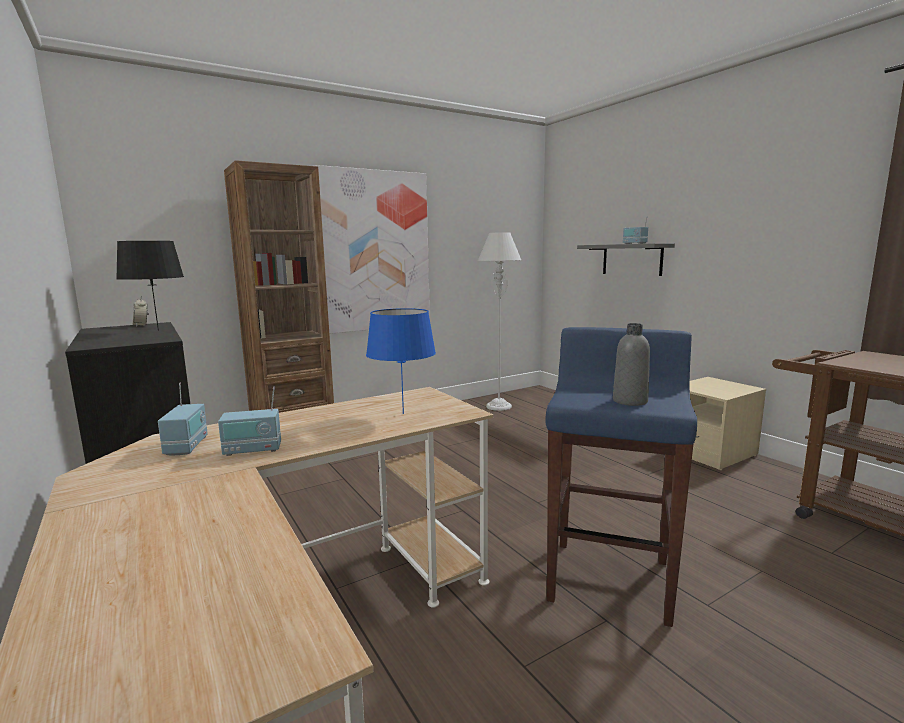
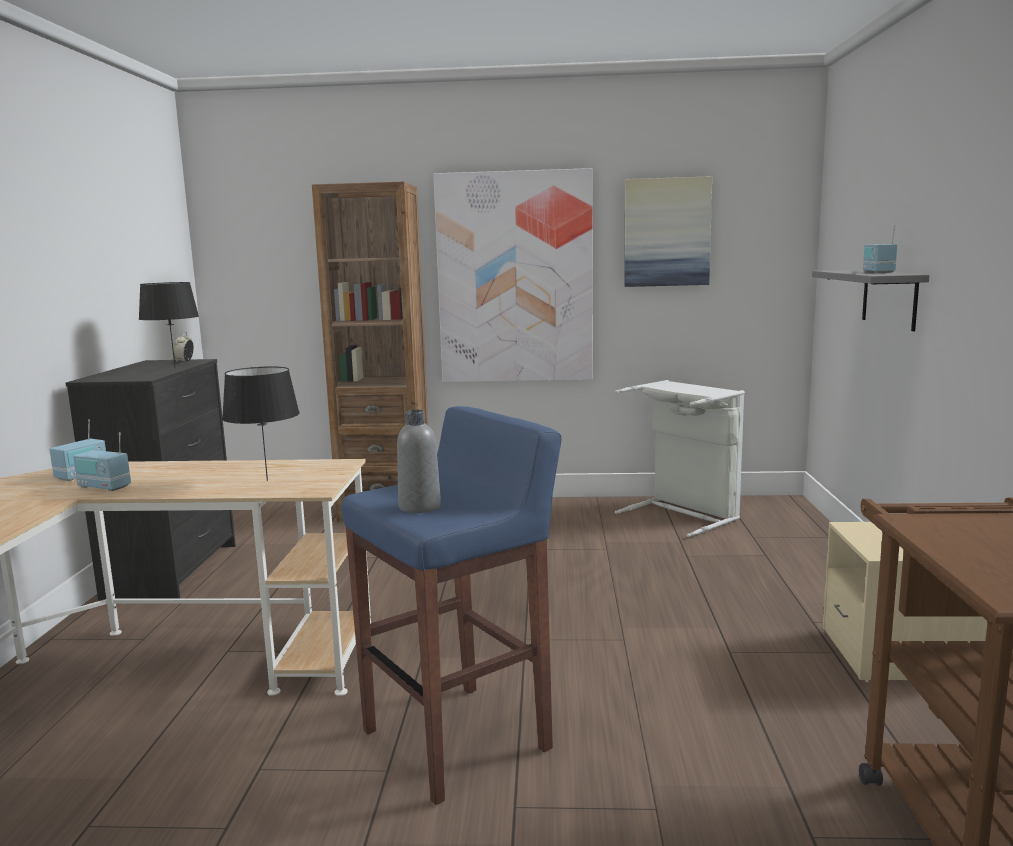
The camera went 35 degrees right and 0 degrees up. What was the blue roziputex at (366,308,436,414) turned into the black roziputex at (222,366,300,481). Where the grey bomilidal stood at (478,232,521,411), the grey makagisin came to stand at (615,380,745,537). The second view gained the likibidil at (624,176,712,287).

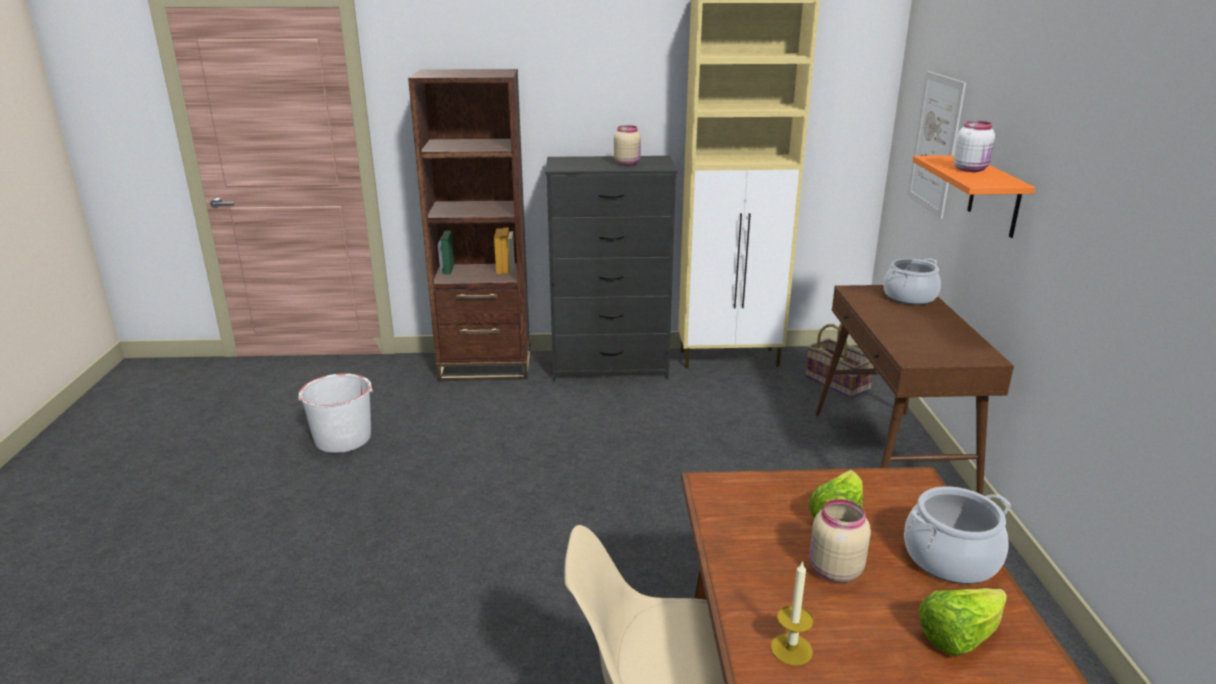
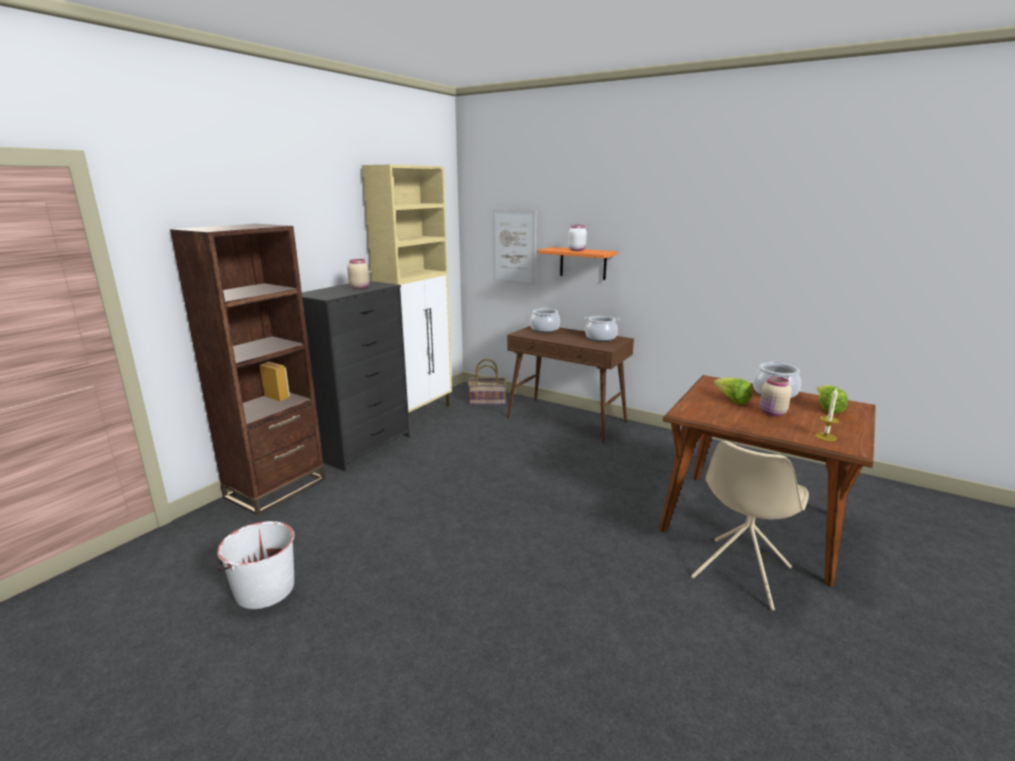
The camera went 55 degrees left and 5 degrees down. The second view gained the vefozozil at (584,316,620,341).

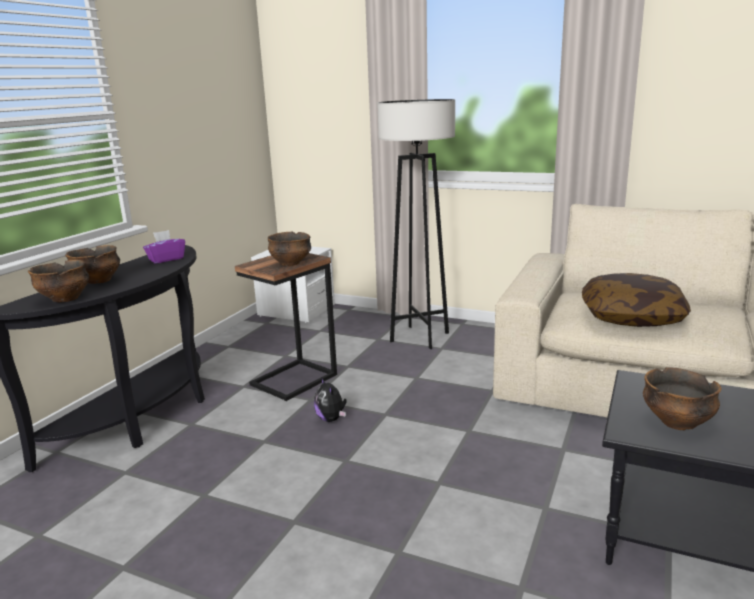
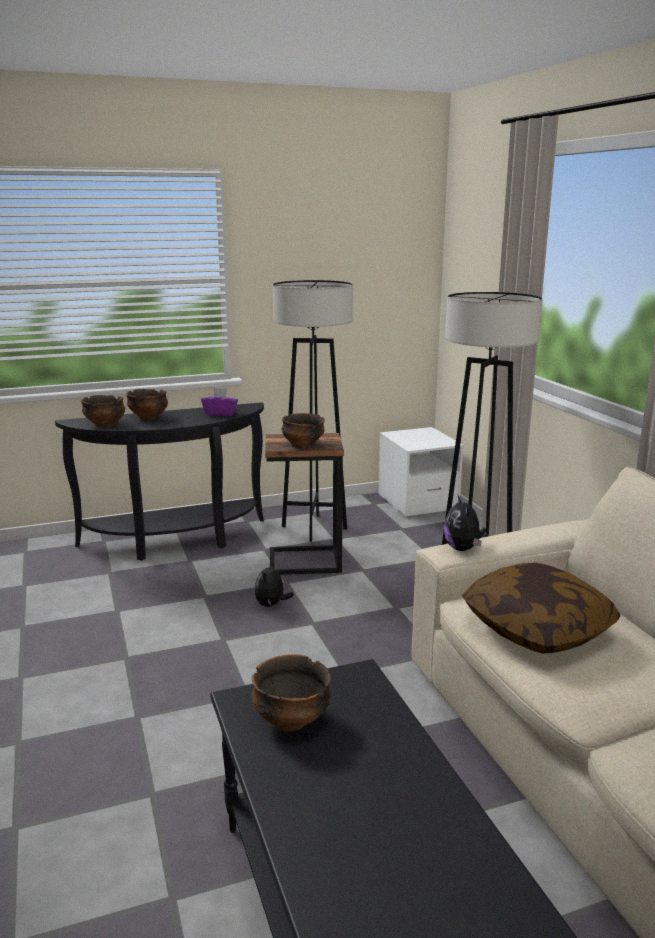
The camera went 45 degrees right and 0 degrees up. The second view gained the black bomilidal at (273,280,353,542). The second view gained the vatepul at (444,495,486,551).

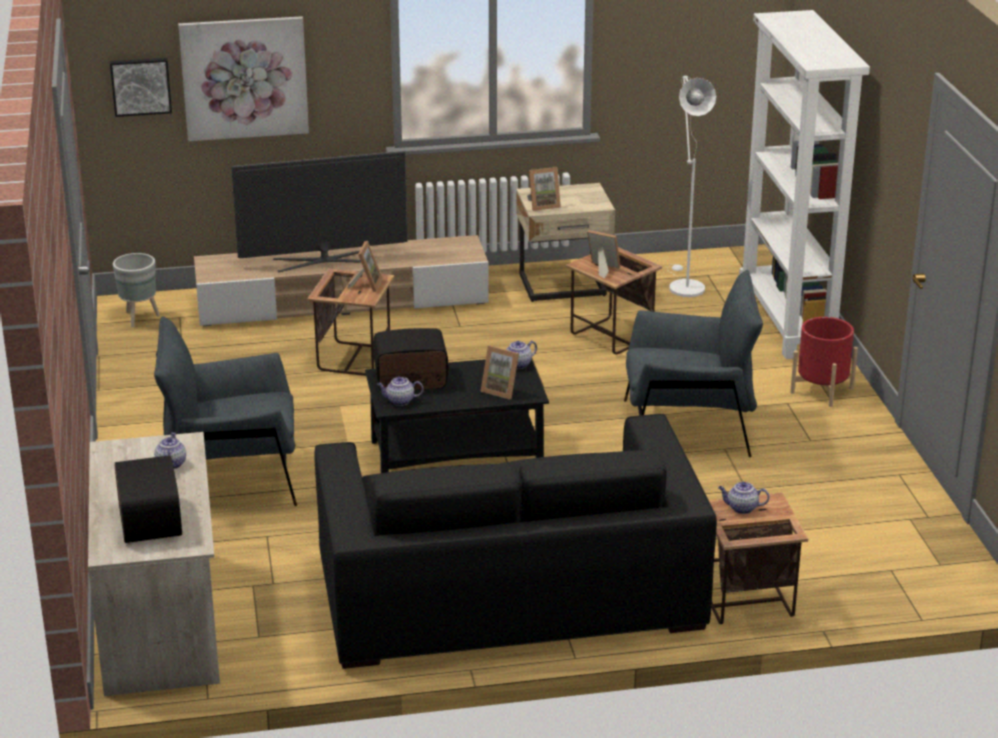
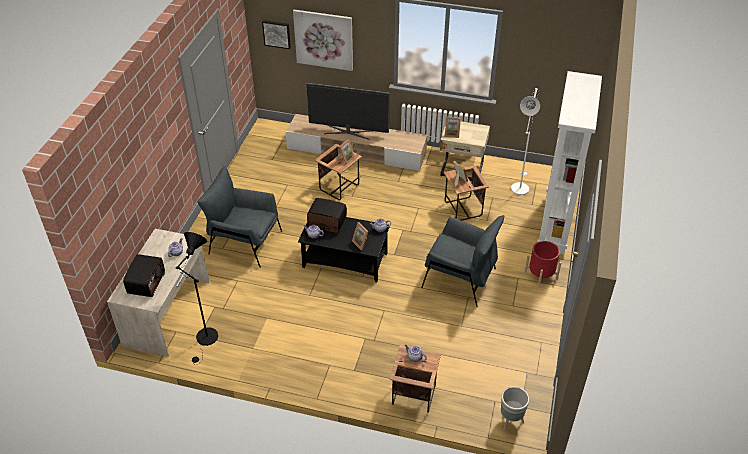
The camera went 25 degrees right and 15 degrees up. The second view gained the black bomilidal at (176,232,218,365). The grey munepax ended up elsewhere, having gone from (113,253,160,328) to (501,386,529,430). The second view lost the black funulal at (314,414,717,669).

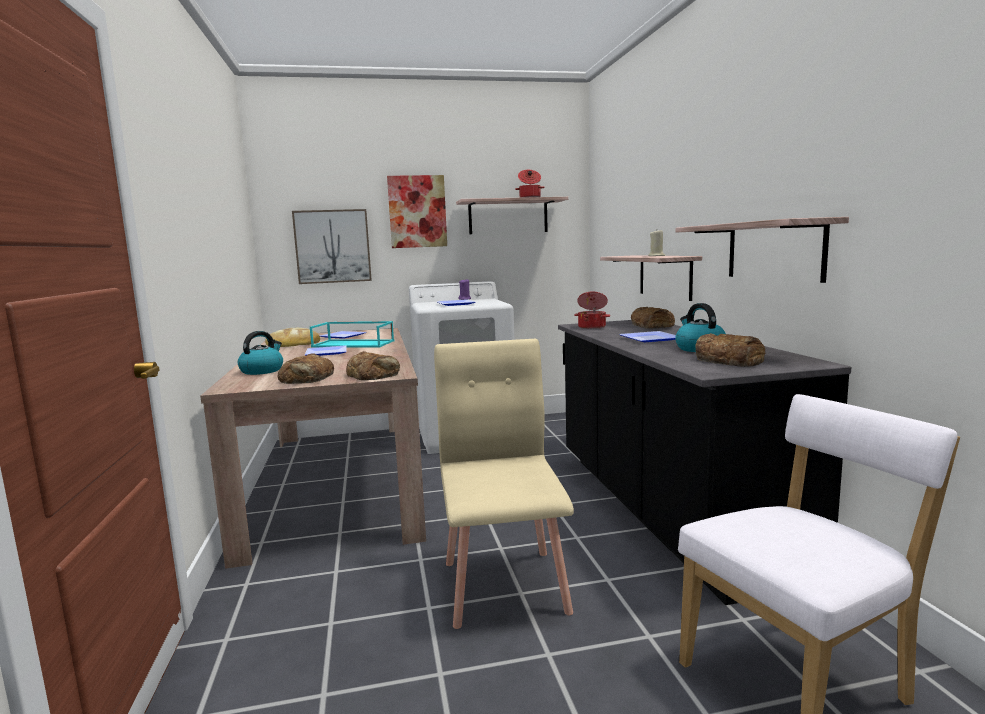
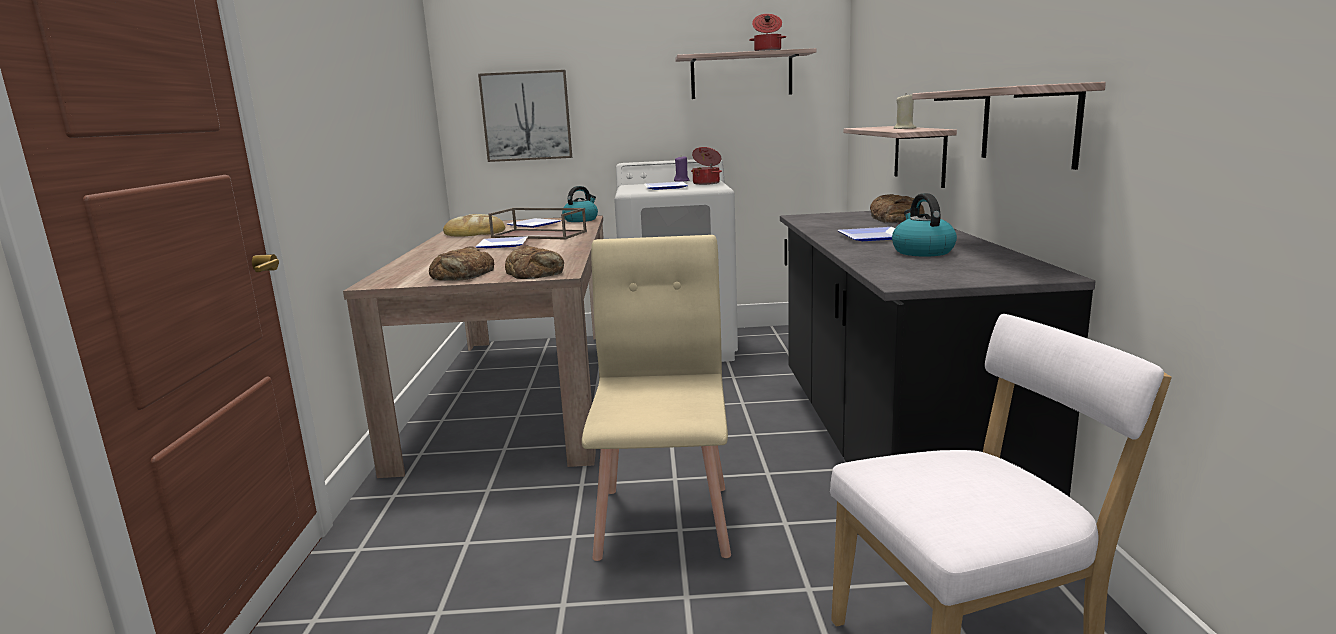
The camera went 10 degrees right and 5 degrees up. What was the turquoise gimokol at (310,321,394,347) turned into the brown gimokol at (489,208,587,239). The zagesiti ended up elsewhere, having gone from (238,331,283,375) to (562,186,598,222). The vefozozil ended up elsewhere, having gone from (574,292,610,329) to (691,147,722,185). The second view lost the likibidil at (387,175,447,248). The second view lost the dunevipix at (695,333,766,367).

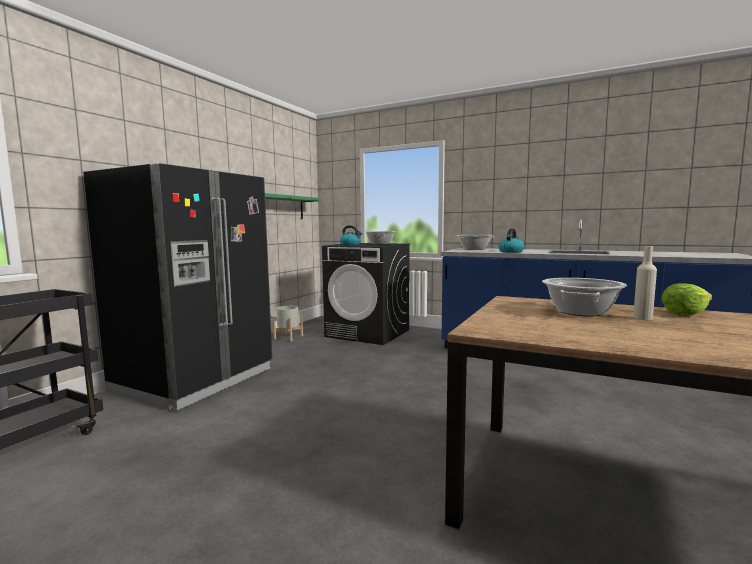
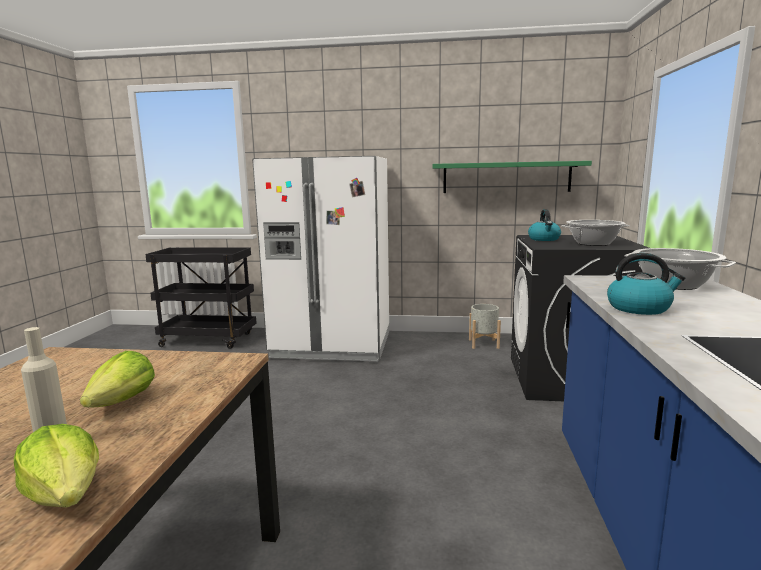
The camera went 70 degrees right and 5 degrees up. Where the vefozozil stood at (542,278,627,316), the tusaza came to stand at (80,351,155,408). What was the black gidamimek at (83,163,272,410) turned into the white gidamimek at (252,156,389,361).

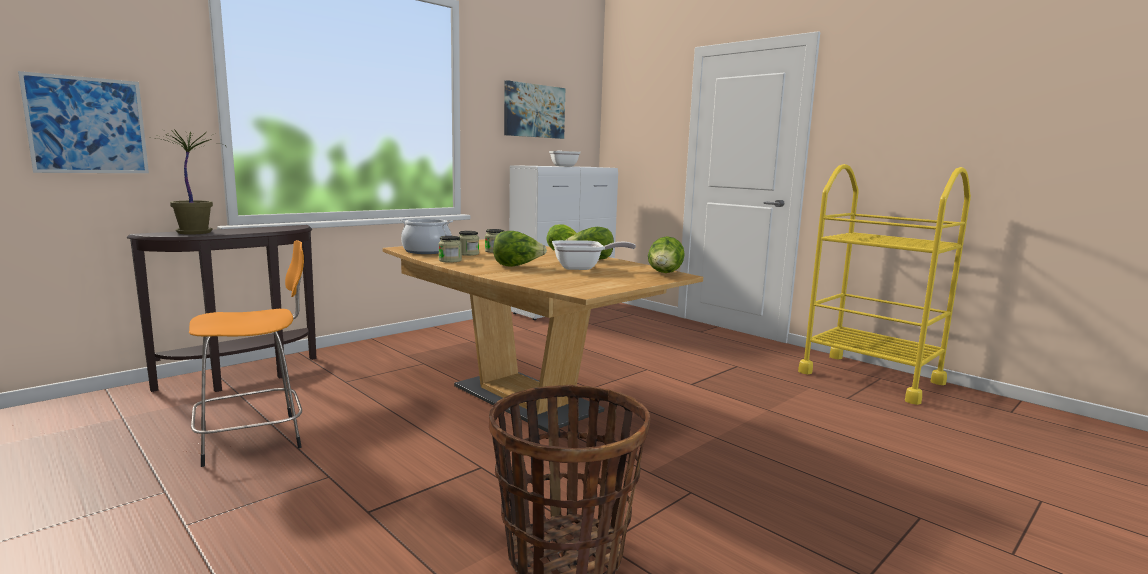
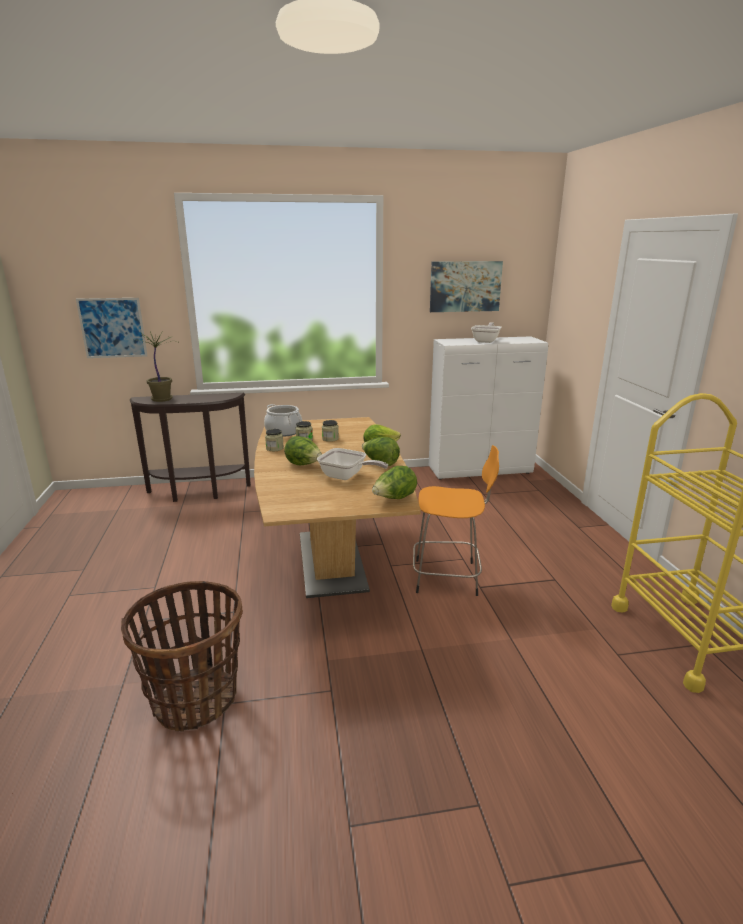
The camera went 35 degrees right and 10 degrees up. The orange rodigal ended up elsewhere, having gone from (189,240,304,467) to (413,445,499,596).

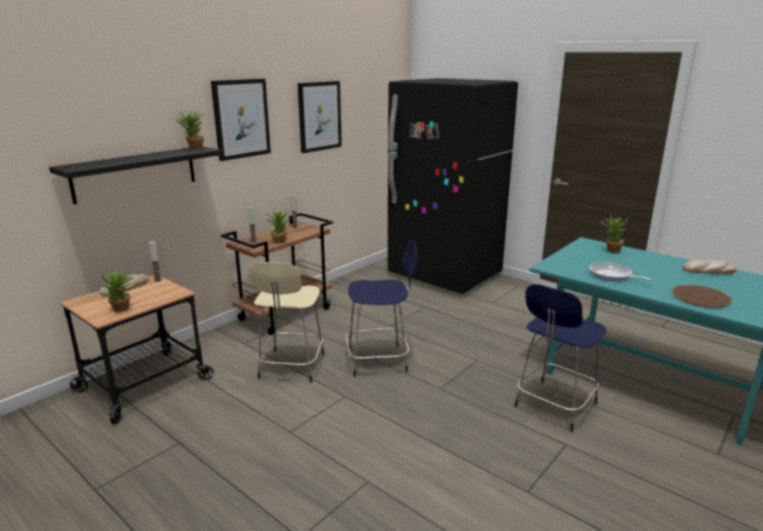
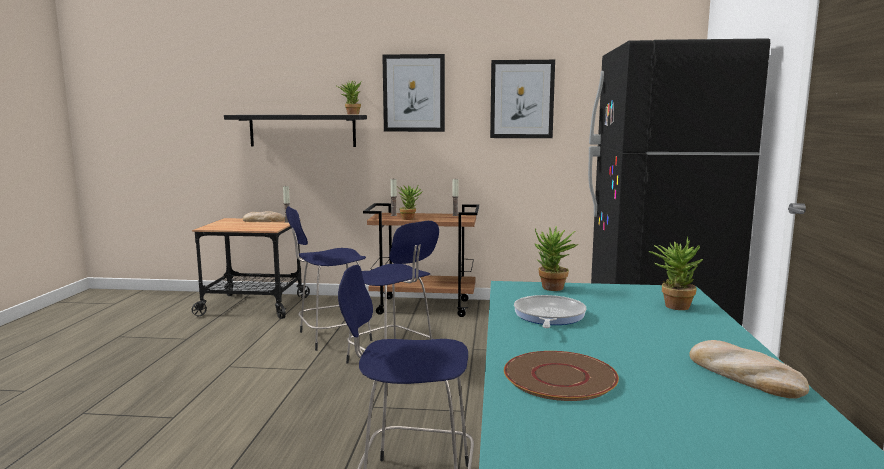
The camera went 55 degrees right and 10 degrees down. What was the beige rodigal at (248,262,325,383) turned into the blue rodigal at (286,206,372,351). The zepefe ended up elsewhere, having gone from (100,267,134,312) to (534,226,579,291).

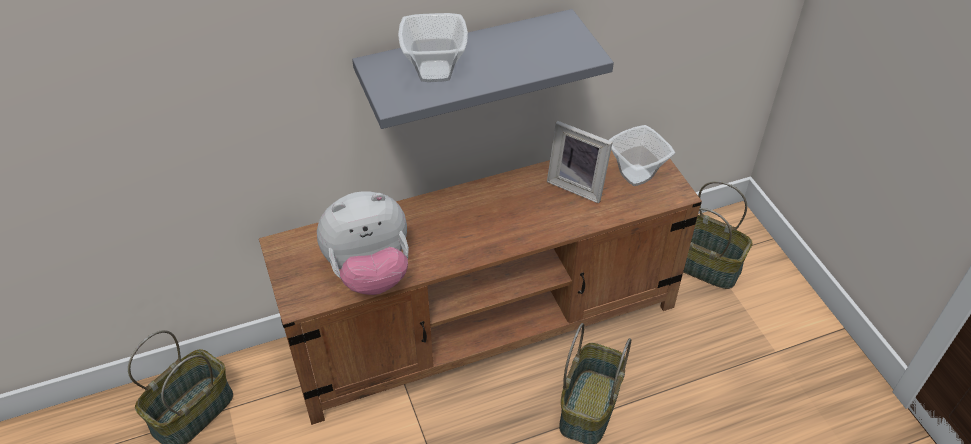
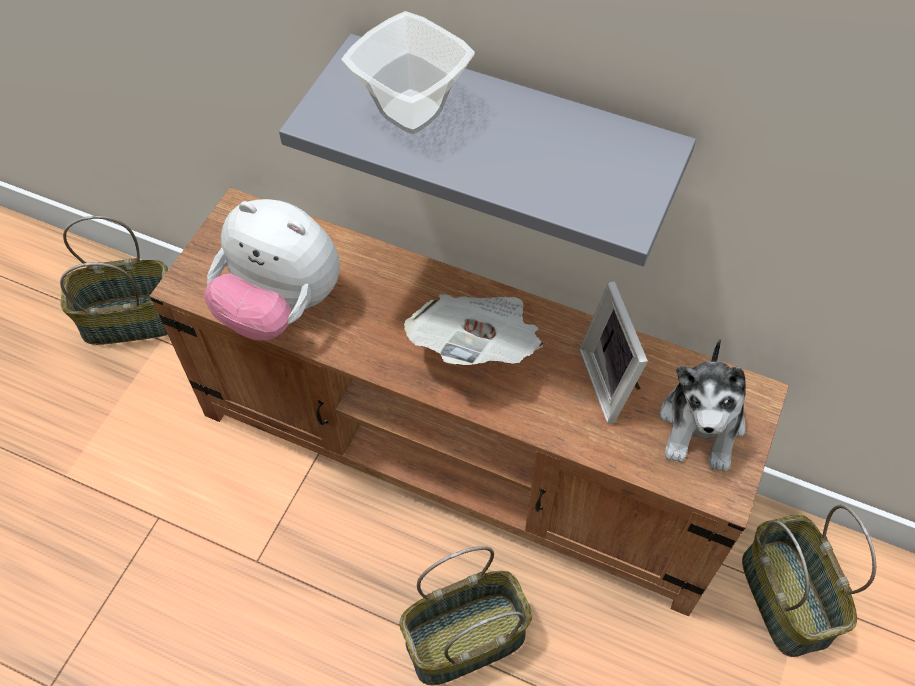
The camera went 45 degrees right and 10 degrees up. The second view gained the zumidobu at (404,294,543,365). Where the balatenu stood at (609,125,675,186), the vatepul came to stand at (659,338,746,473).

